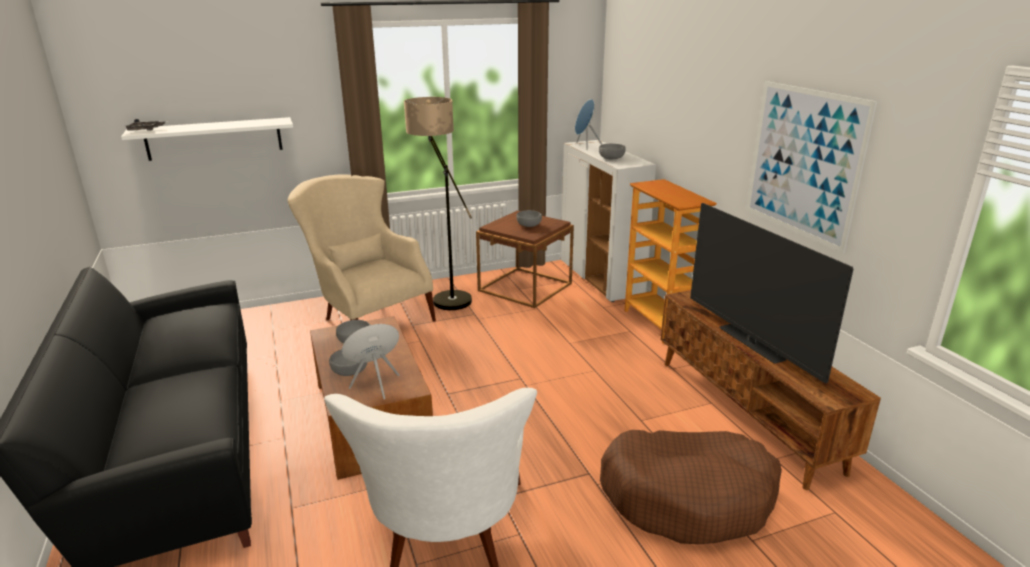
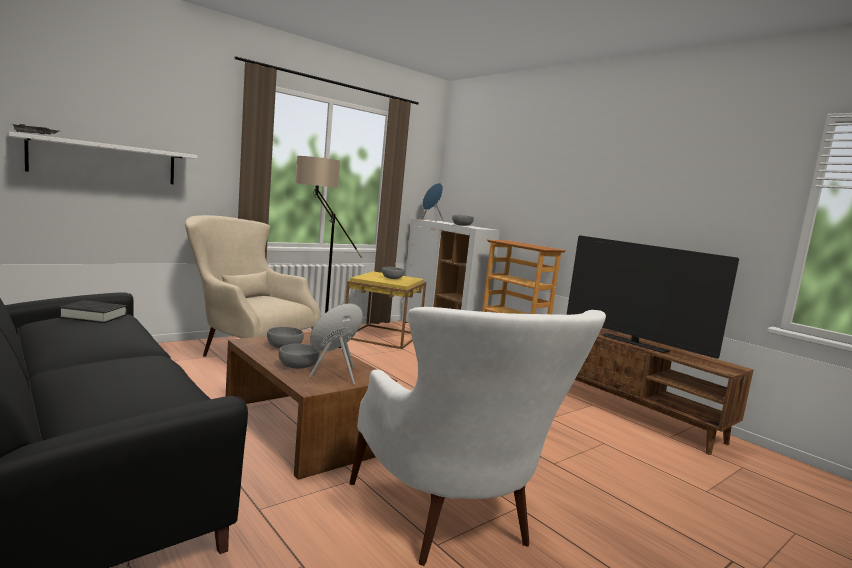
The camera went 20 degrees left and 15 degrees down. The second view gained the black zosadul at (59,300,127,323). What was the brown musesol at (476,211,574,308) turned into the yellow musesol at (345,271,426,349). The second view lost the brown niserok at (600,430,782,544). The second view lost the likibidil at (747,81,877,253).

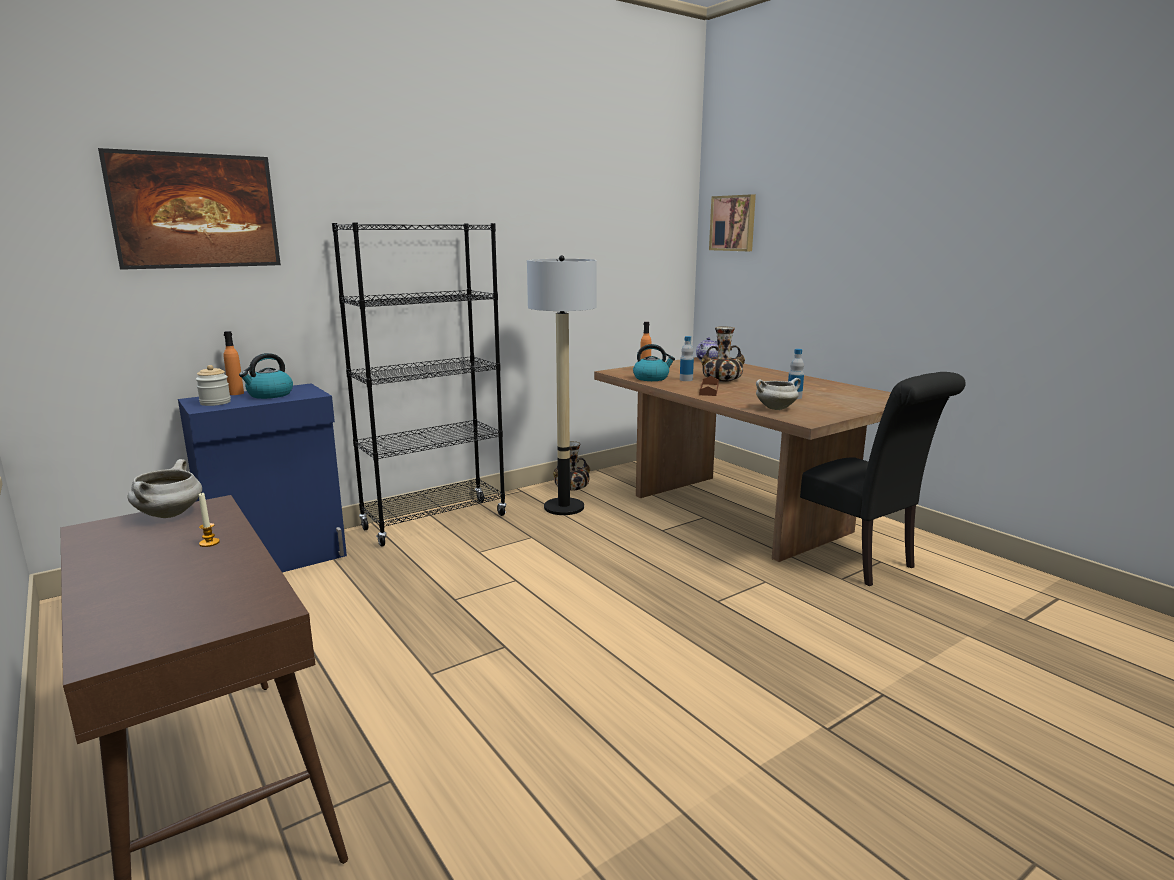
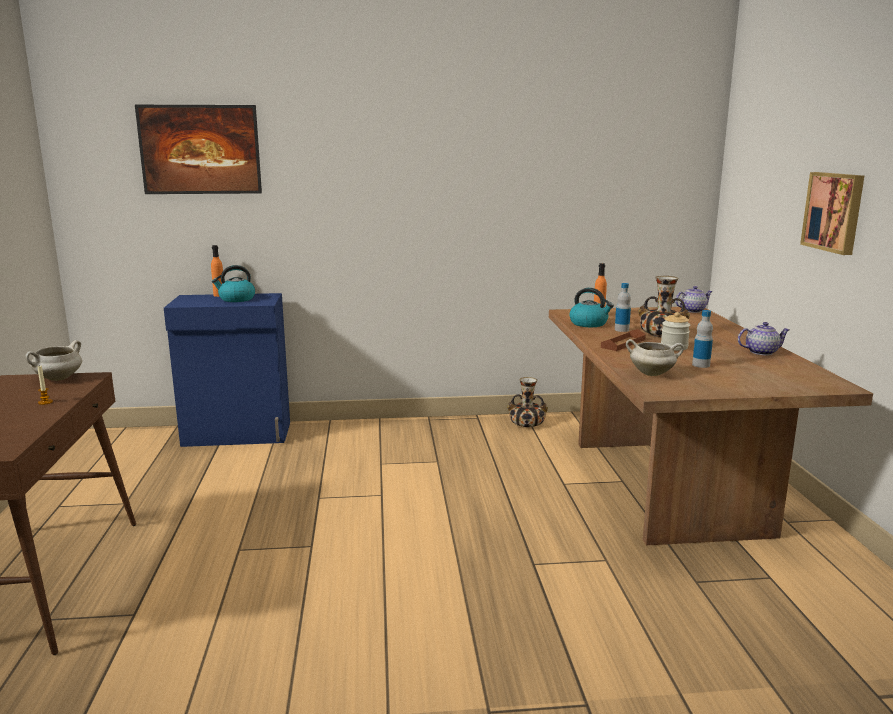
The camera went 30 degrees right and 0 degrees up. The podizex ended up elsewhere, having gone from (196,365,231,406) to (661,312,690,351). The second view gained the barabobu at (738,322,790,355). The likibidil ended up elsewhere, having gone from (709,194,756,251) to (800,172,864,255). The second view lost the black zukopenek at (332,223,506,547). The second view lost the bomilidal at (527,255,597,515). The second view lost the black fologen at (800,372,966,586).

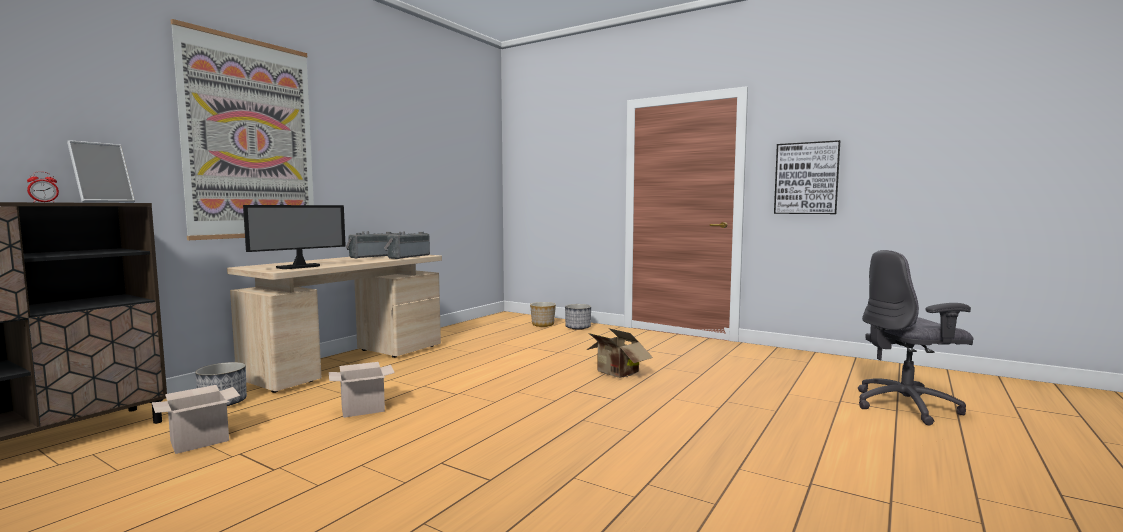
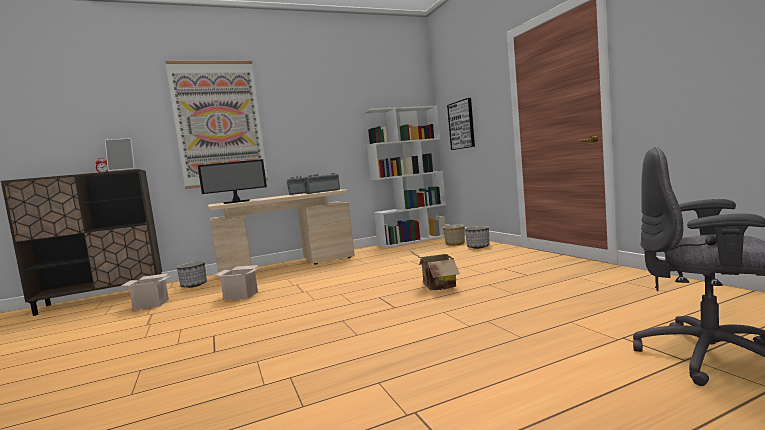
The camera went 35 degrees right and 0 degrees up. The second view gained the white zukopenek at (363,106,446,248). The likibidil ended up elsewhere, having gone from (774,140,840,214) to (447,98,475,150).

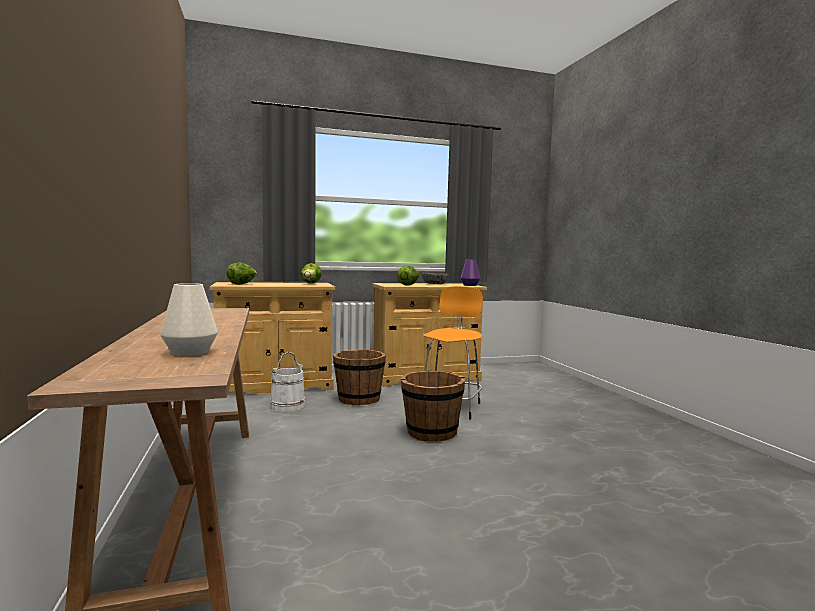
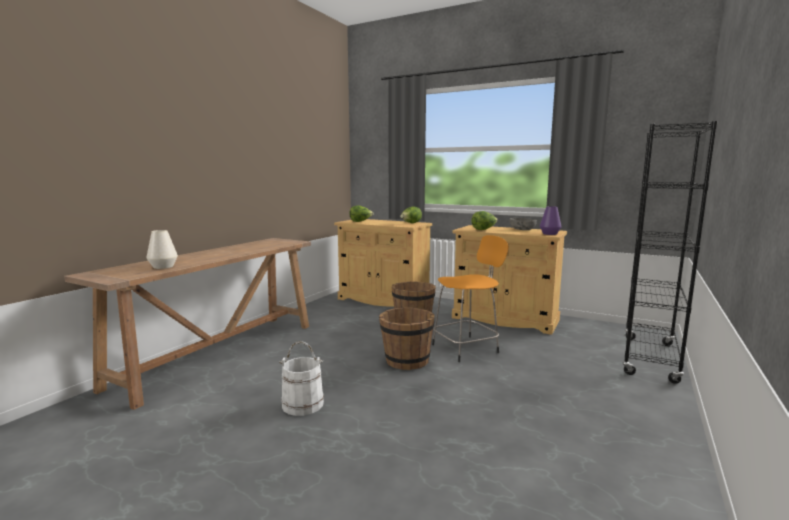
The camera went 45 degrees right and 5 degrees up. The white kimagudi ended up elsewhere, having gone from (270,352,305,412) to (279,341,324,416). The second view gained the black zukopenek at (622,121,718,384).

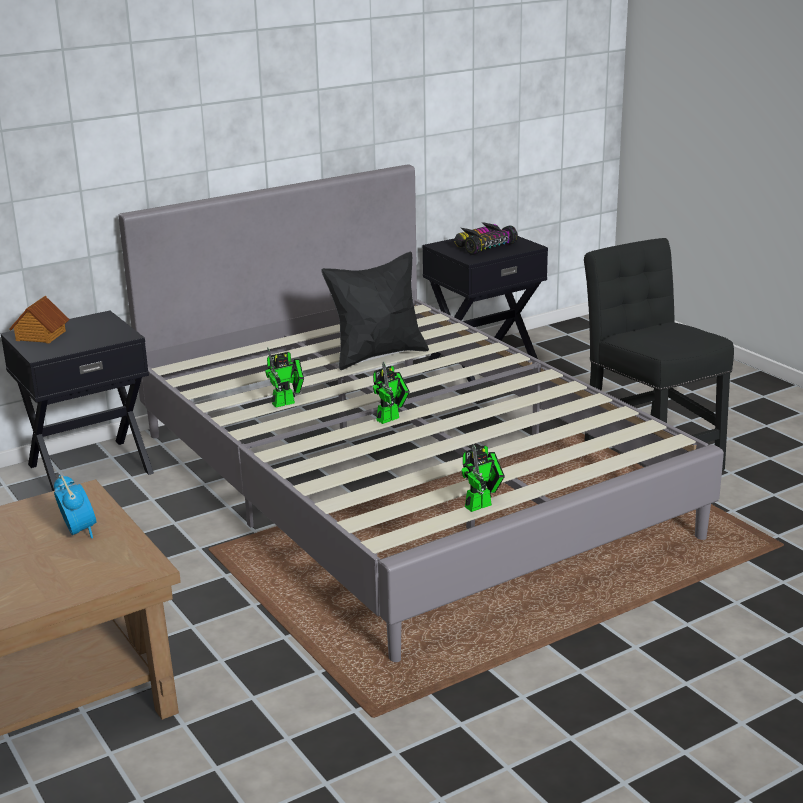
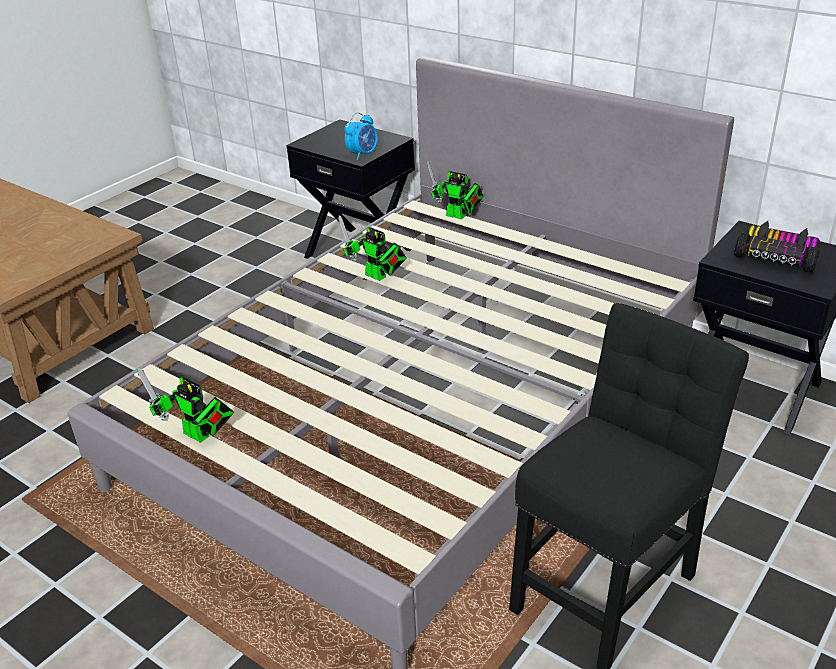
The camera went 70 degrees right and 10 degrees up. The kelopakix ended up elsewhere, having gone from (54,475,96,538) to (344,113,378,160). The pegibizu ended up elsewhere, having gone from (373,362,410,424) to (427,161,483,219). The second view lost the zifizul at (9,296,70,343). The second view lost the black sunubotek at (321,251,429,370).

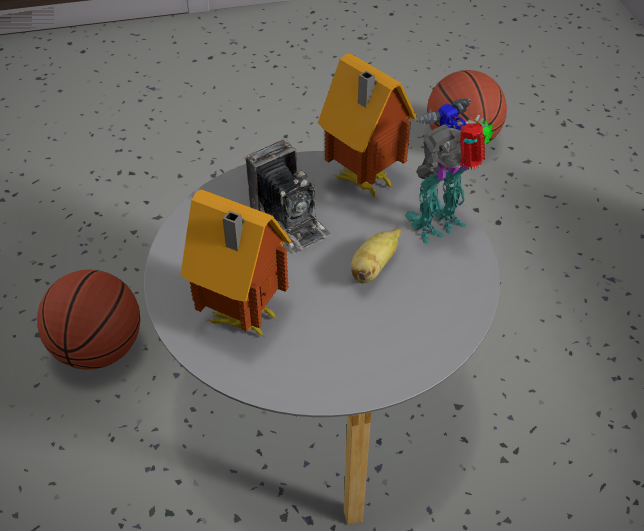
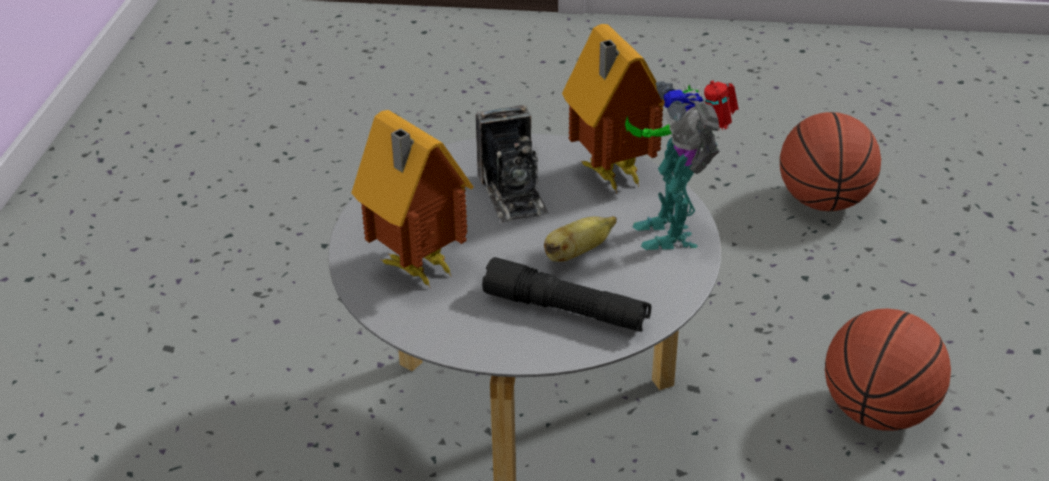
The camera went 20 degrees right and 10 degrees down. The second view gained the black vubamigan at (482,257,651,332). The pegibizu at (405,98,494,244) ended up facing another way, 90 degrees counterclockwise from before. The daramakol ended up elsewhere, having gone from (37,269,140,370) to (825,309,951,431).

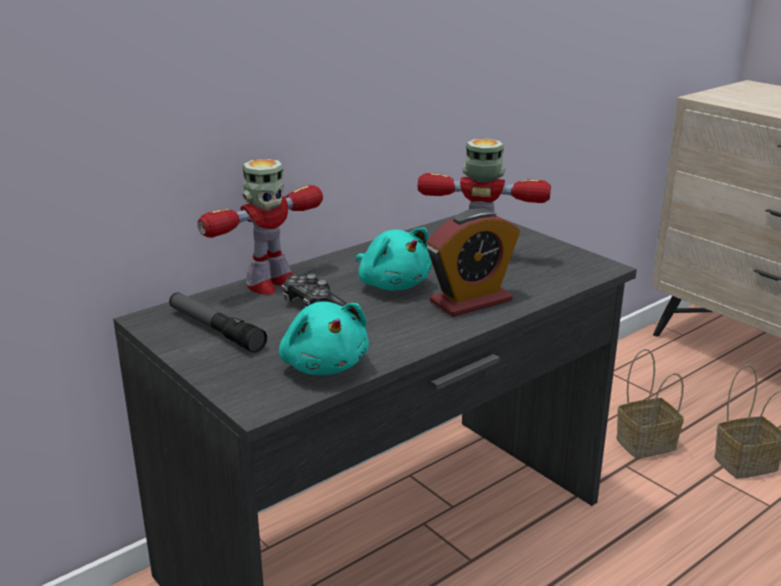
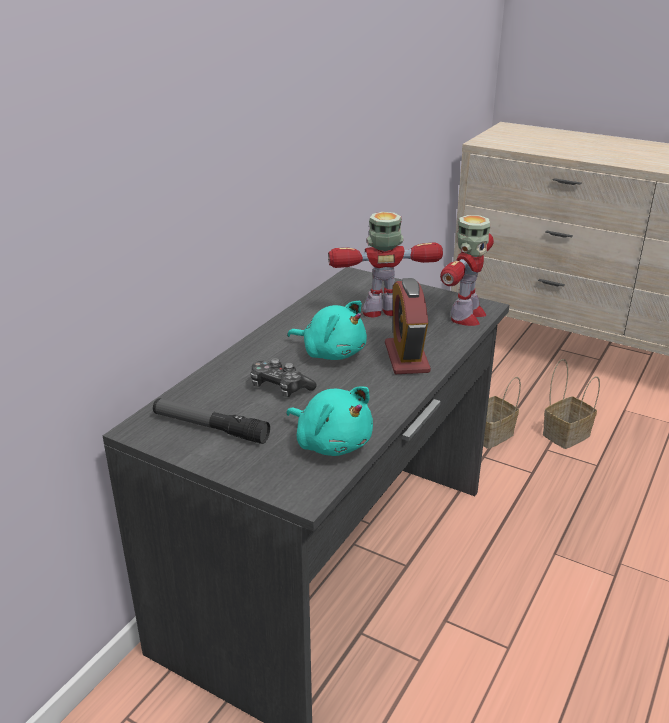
The camera went 20 degrees left and 5 degrees up. The kelopakix at (427,208,520,317) ended up facing another way, 135 degrees clockwise from before. The pegibizu ended up elsewhere, having gone from (198,159,323,295) to (440,215,494,326).

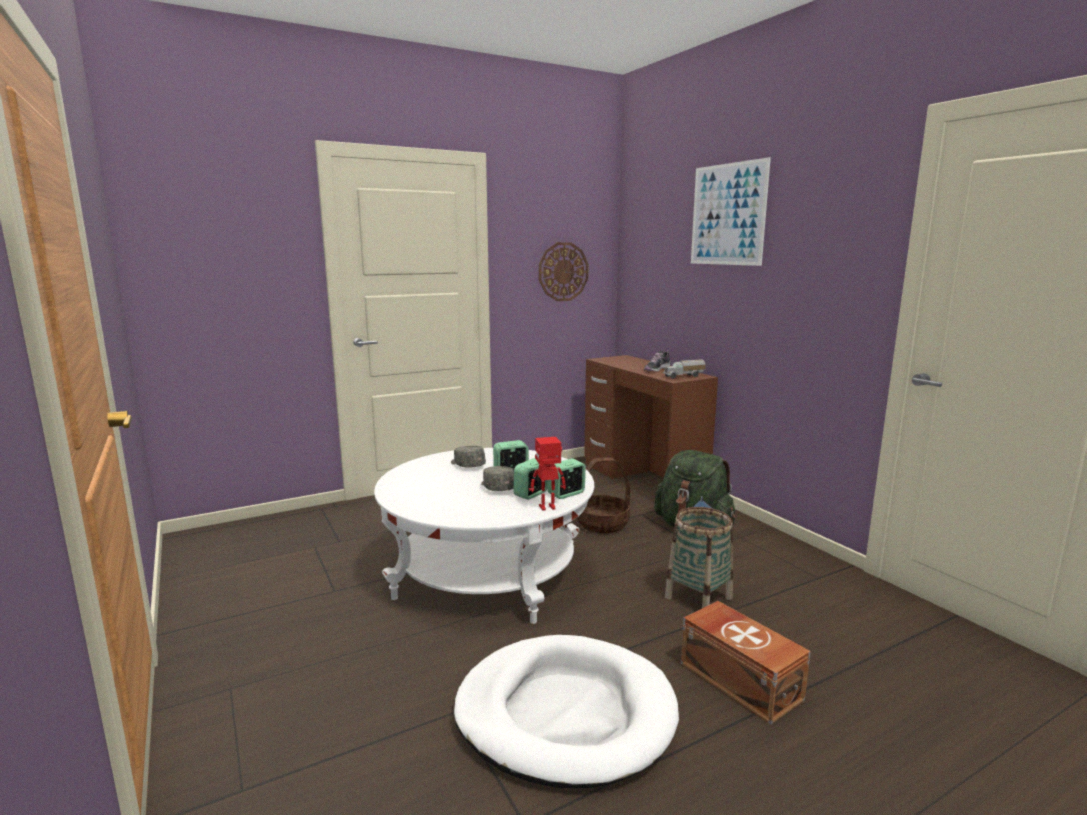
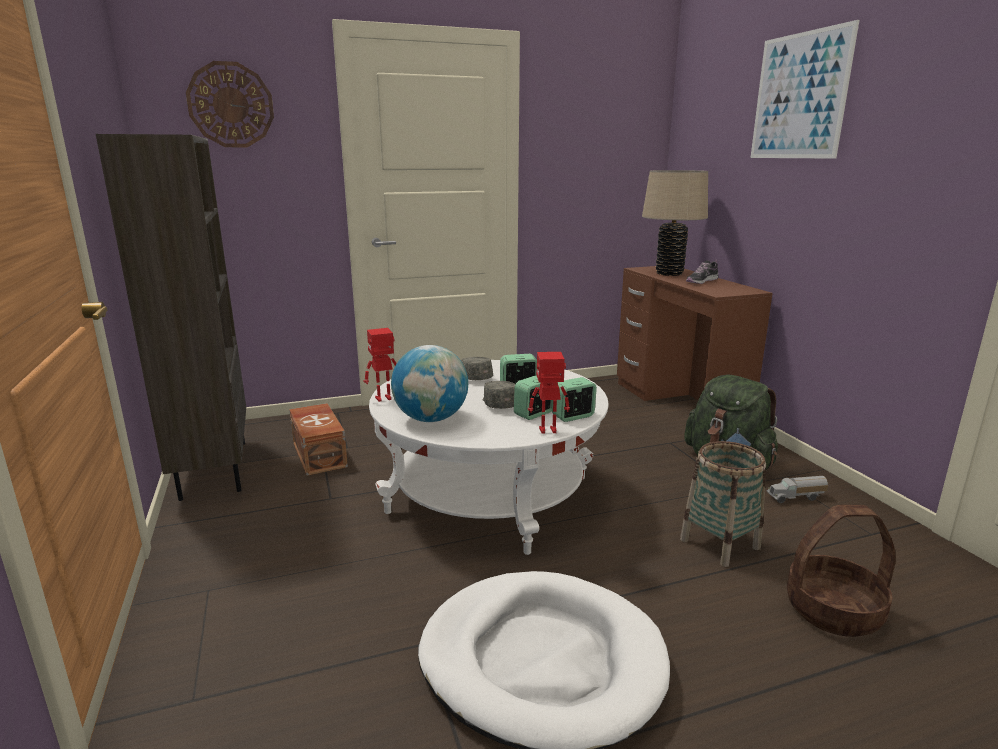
The camera went 10 degrees right and 5 degrees up. The second view gained the brown zukopenek at (96,134,246,501). The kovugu ended up elsewhere, having gone from (539,242,589,301) to (186,61,274,147). The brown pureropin ended up elsewhere, having gone from (681,601,811,725) to (289,403,348,476). The second view gained the pegibizu at (363,328,397,402). The second view gained the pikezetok at (391,345,468,422). The second view gained the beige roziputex at (642,170,708,276). The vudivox ended up elsewhere, having gone from (663,359,706,379) to (766,476,828,503). The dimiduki ended up elsewhere, having gone from (577,457,630,533) to (787,505,896,637).

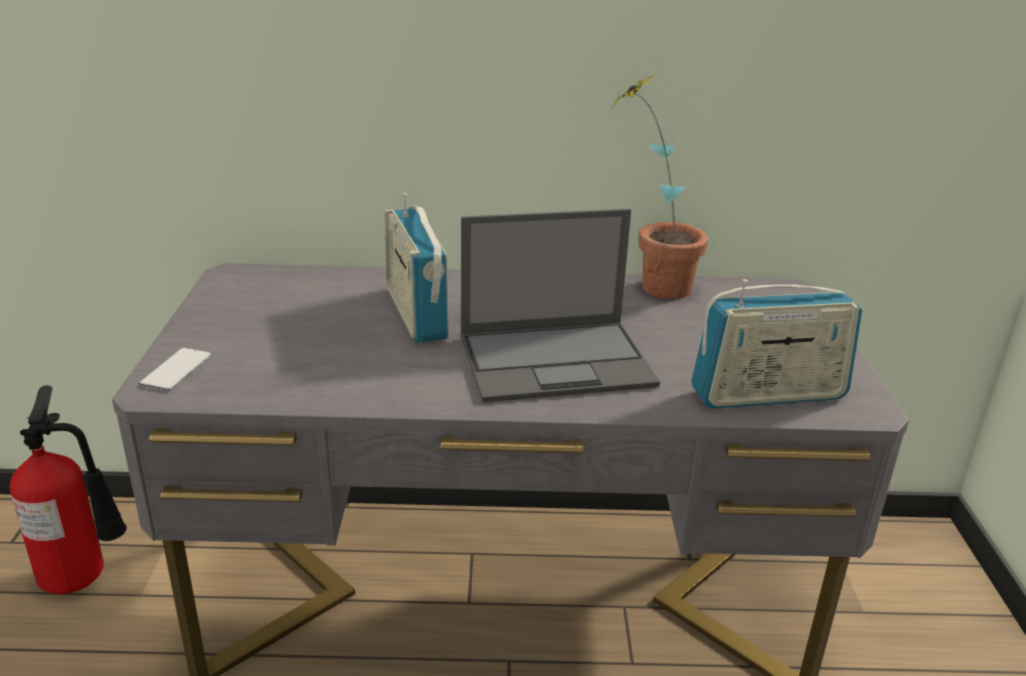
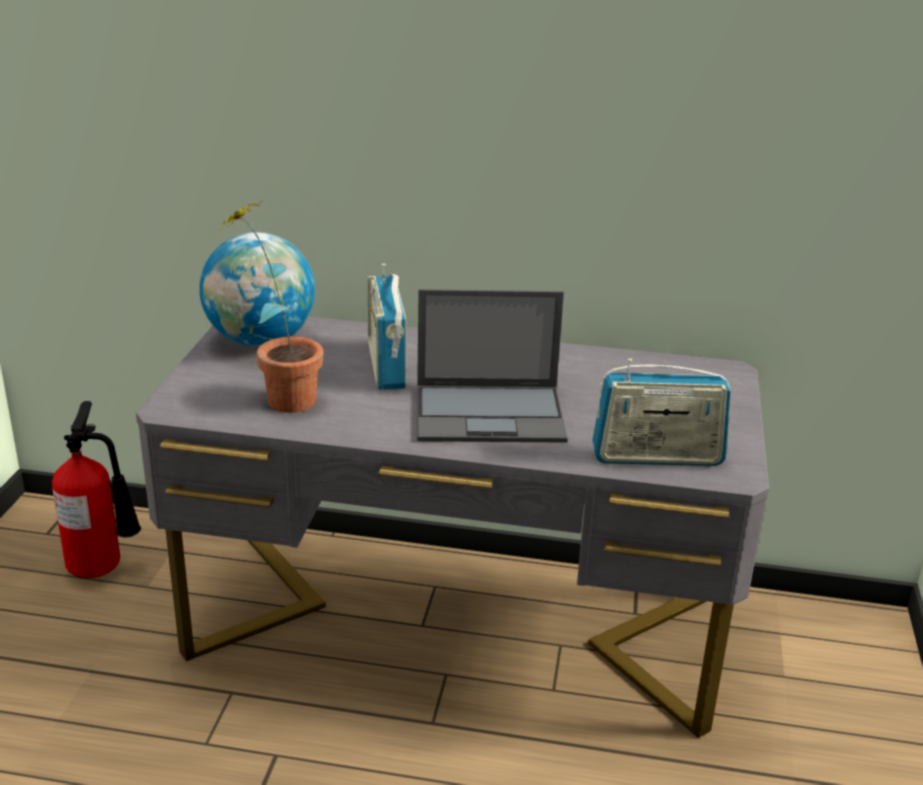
The camera went 10 degrees right and 0 degrees up. The second view gained the pikezetok at (199,232,315,347). The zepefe ended up elsewhere, having gone from (610,73,708,299) to (217,202,323,413). The second view lost the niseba at (138,348,212,391).

